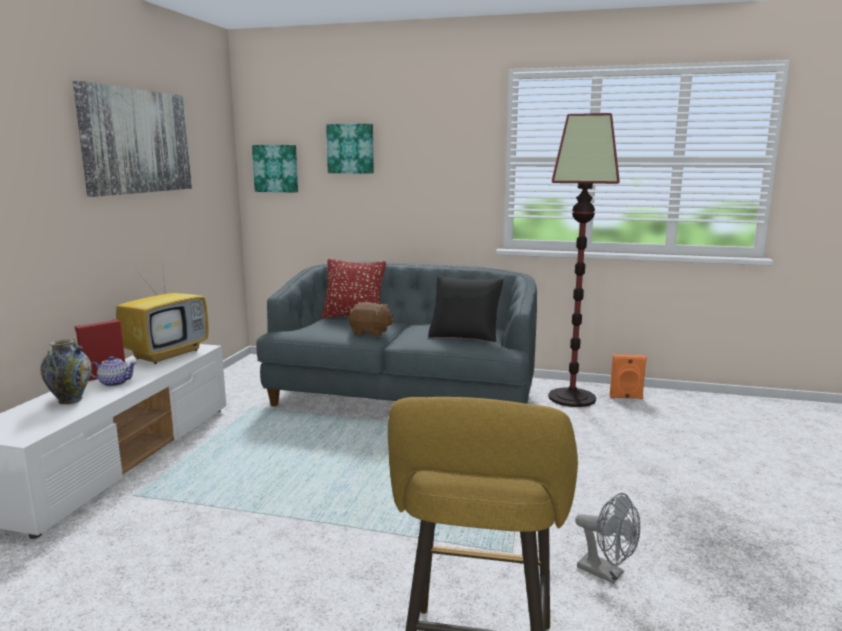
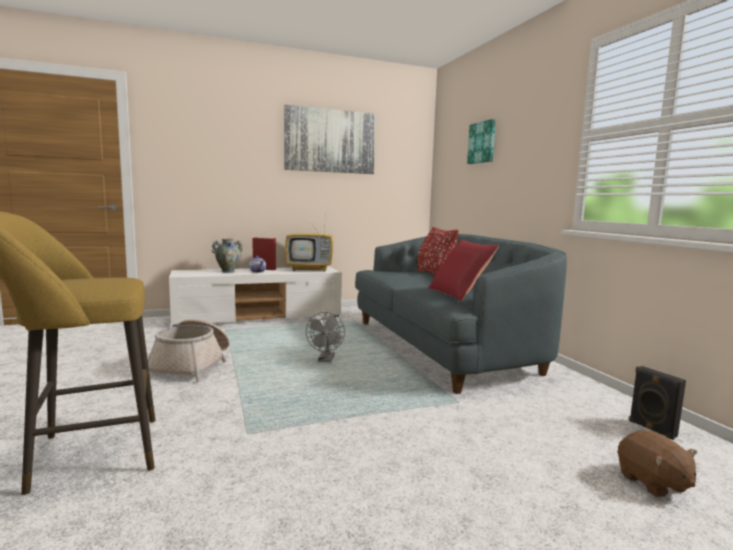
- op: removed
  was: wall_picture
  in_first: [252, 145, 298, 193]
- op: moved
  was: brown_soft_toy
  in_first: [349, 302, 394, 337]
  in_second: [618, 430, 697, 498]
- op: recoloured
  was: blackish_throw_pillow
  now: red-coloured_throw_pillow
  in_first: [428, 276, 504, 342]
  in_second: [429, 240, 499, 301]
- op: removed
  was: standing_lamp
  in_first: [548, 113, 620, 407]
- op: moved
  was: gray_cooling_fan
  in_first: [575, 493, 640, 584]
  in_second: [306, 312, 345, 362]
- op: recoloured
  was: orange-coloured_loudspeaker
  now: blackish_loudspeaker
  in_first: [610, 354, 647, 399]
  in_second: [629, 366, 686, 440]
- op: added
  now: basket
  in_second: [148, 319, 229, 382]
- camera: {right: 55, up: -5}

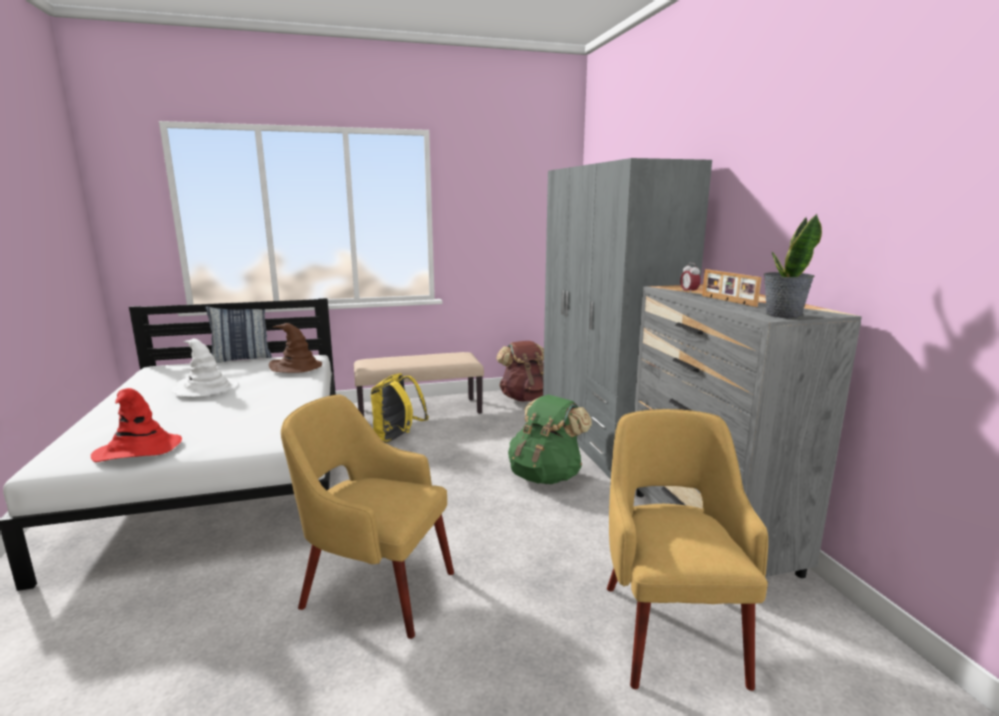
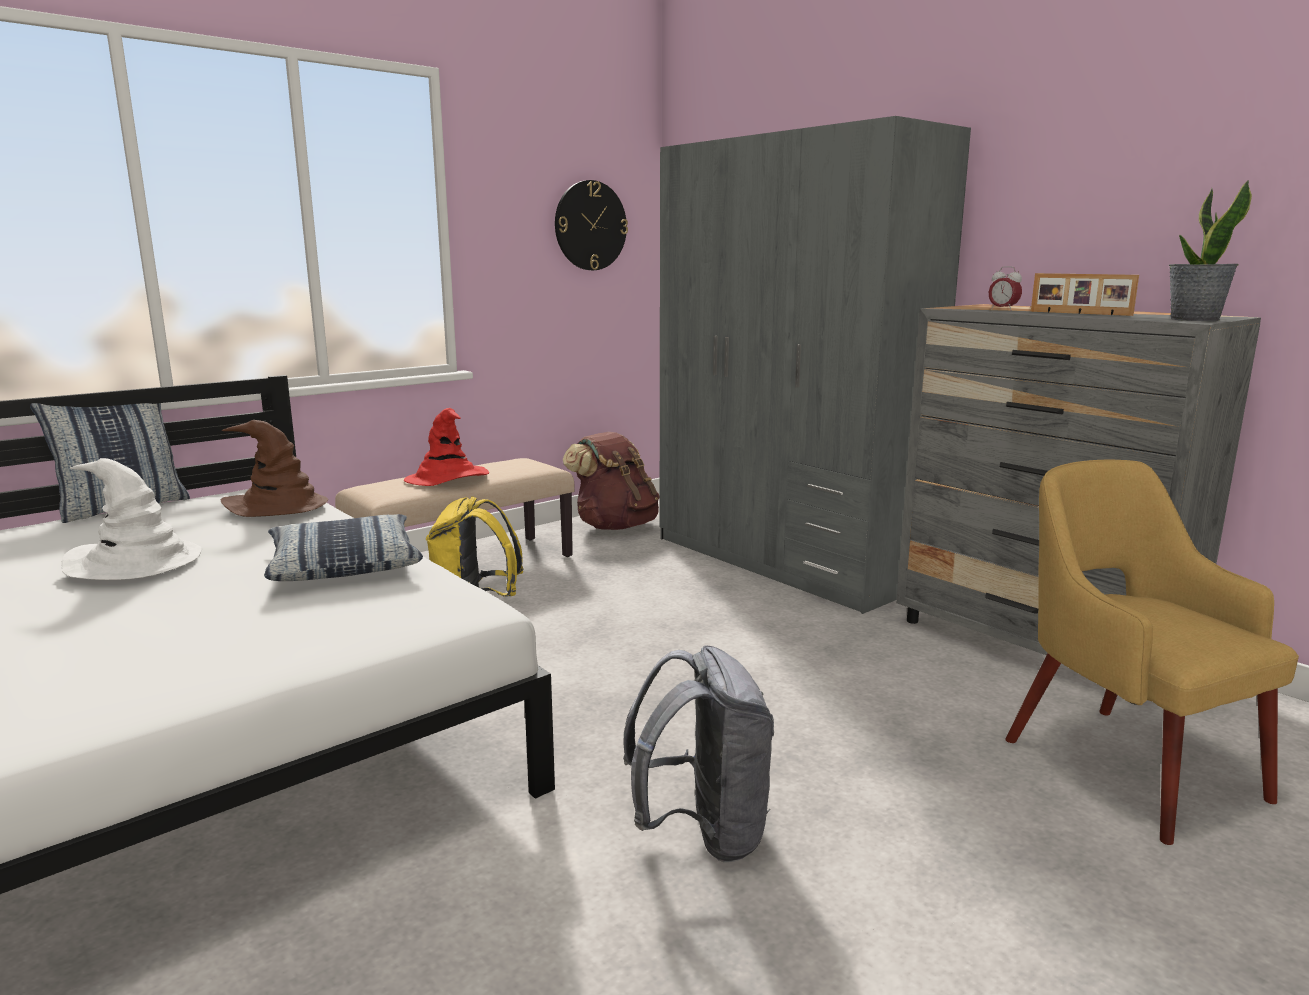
- op: moved
  was: red-coloured_hat
  in_first: [91, 388, 182, 462]
  in_second: [404, 408, 489, 486]
- op: replaced
  was: yellow-coloured_armchair
  now: gray_backpack
  in_first: [281, 394, 454, 639]
  in_second: [623, 645, 774, 862]
- op: removed
  was: green-coloured_backpack
  in_first: [508, 395, 592, 484]
- op: added
  now: throw_pillow
  in_second: [264, 514, 423, 581]
- op: added
  now: clock_on_the_wall
  in_second: [555, 180, 628, 270]
- camera: {right: -25, up: 0}

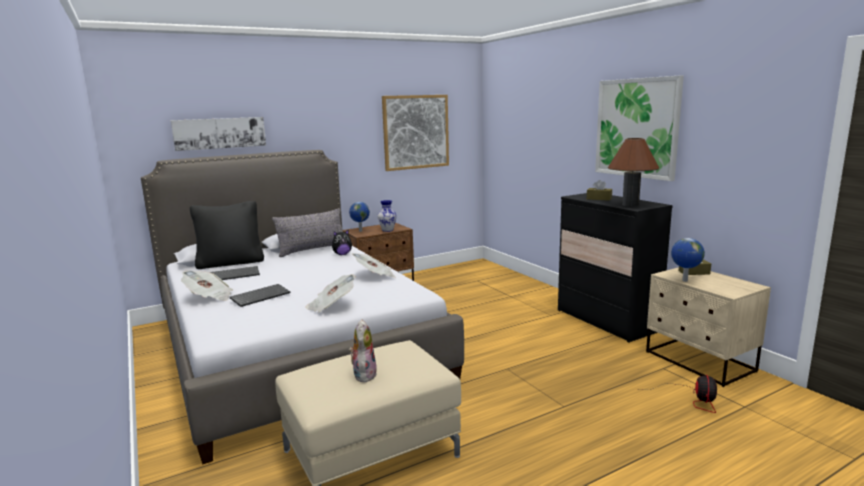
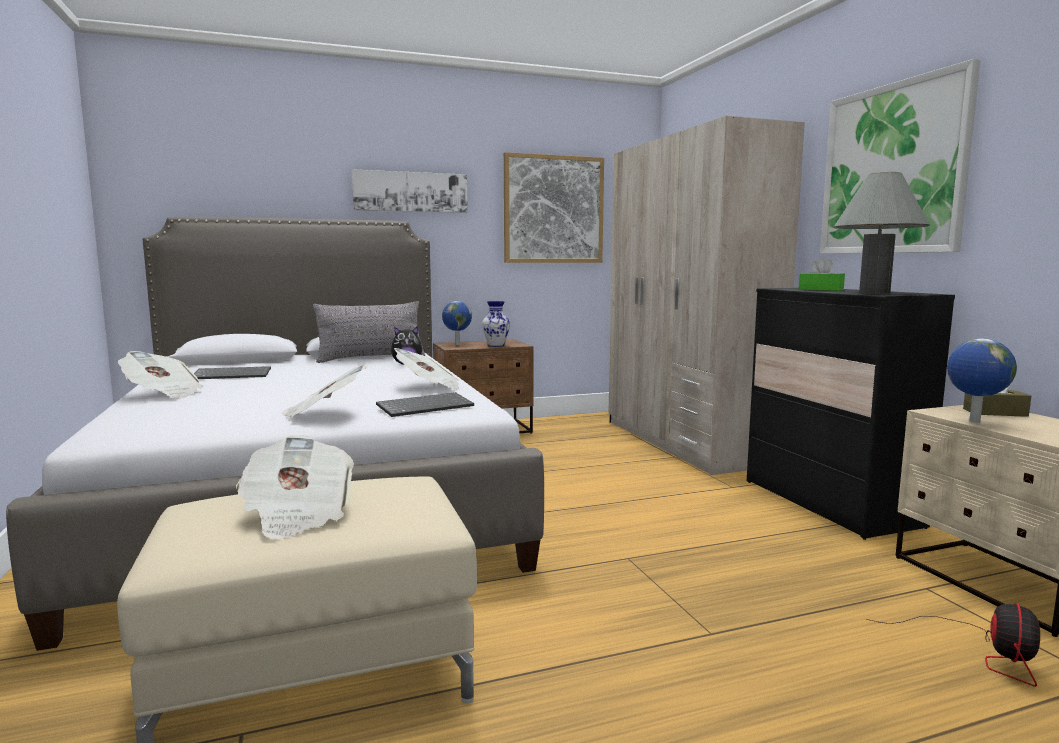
- op: moved
  was: wall_picture
  in_first: [171, 117, 266, 151]
  in_second: [352, 169, 468, 213]
- op: removed
  was: blackish_throw_pillow
  in_first: [190, 201, 264, 269]
- op: moved
  was: PC_keyboard
  in_first: [230, 284, 290, 307]
  in_second: [376, 392, 474, 417]
- op: replaced
  was: soft_toy
  now: newspaper
  in_first: [349, 319, 377, 382]
  in_second: [236, 435, 354, 539]
- op: recoloured
  was: brown_box_of_tissues
  now: green-coloured_box_of_tissues
  in_first: [587, 180, 612, 201]
  in_second: [798, 257, 845, 291]
- op: recoloured
  was: brown_tabletop_lamp
  now: gray_tabletop_lamp
  in_first: [608, 138, 659, 207]
  in_second: [834, 172, 930, 294]
- op: added
  now: beige_wardrobe
  in_second: [608, 116, 805, 475]
- camera: {right: 10, up: -5}

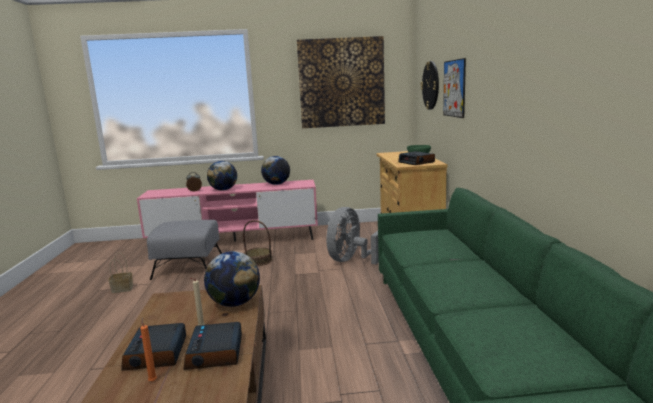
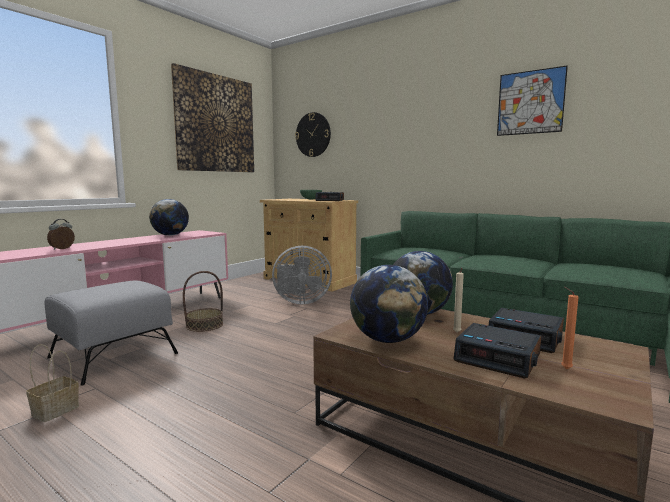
- op: moved
  was: globe
  in_first: [207, 161, 237, 191]
  in_second: [350, 265, 428, 343]
- op: turned
  was: gray_cooling_fan
  in_first: [326, 207, 379, 264]
  in_second: [272, 246, 332, 304]
  clockwise: -75
- op: moved
  was: wall_picture
  in_first: [443, 58, 466, 118]
  in_second: [497, 65, 568, 136]
- camera: {right: -50, up: -5}

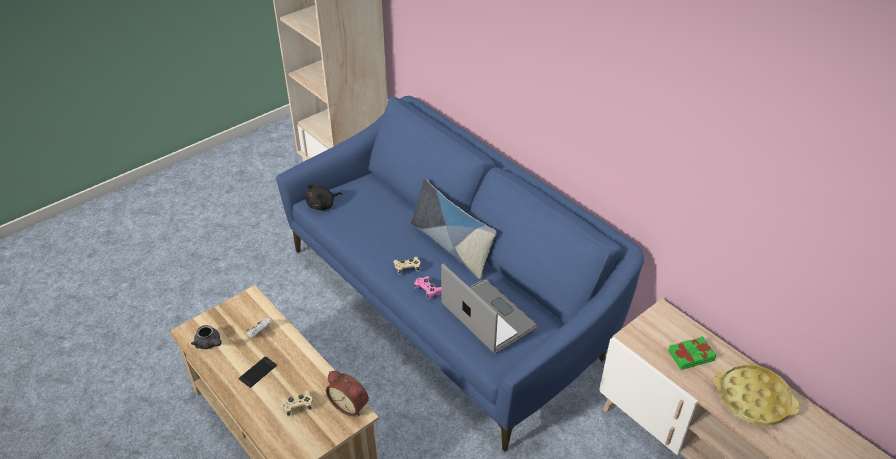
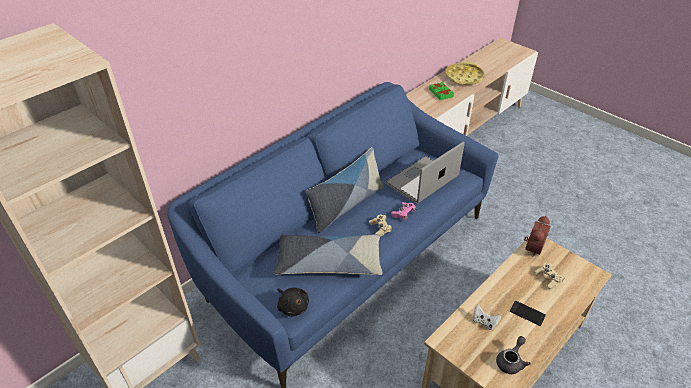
- op: added
  now: throw_pillow
  in_second: [274, 234, 383, 275]
- camera: {right: -95, up: 0}

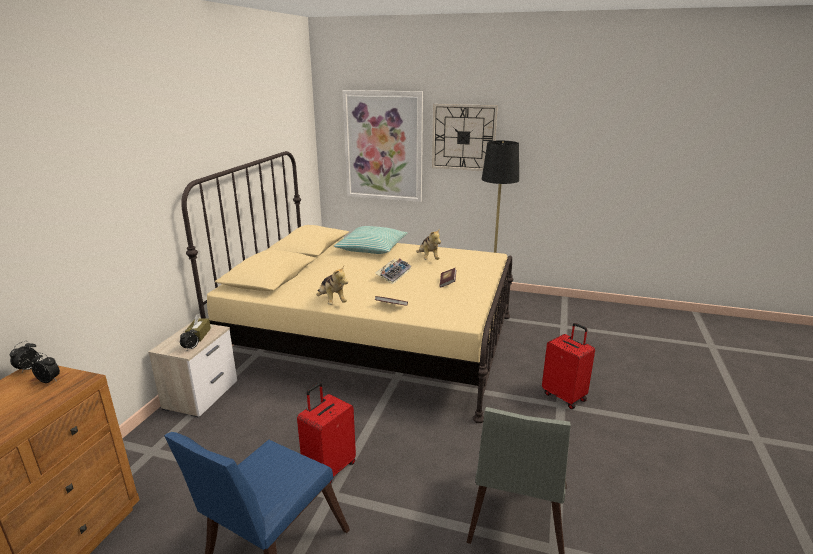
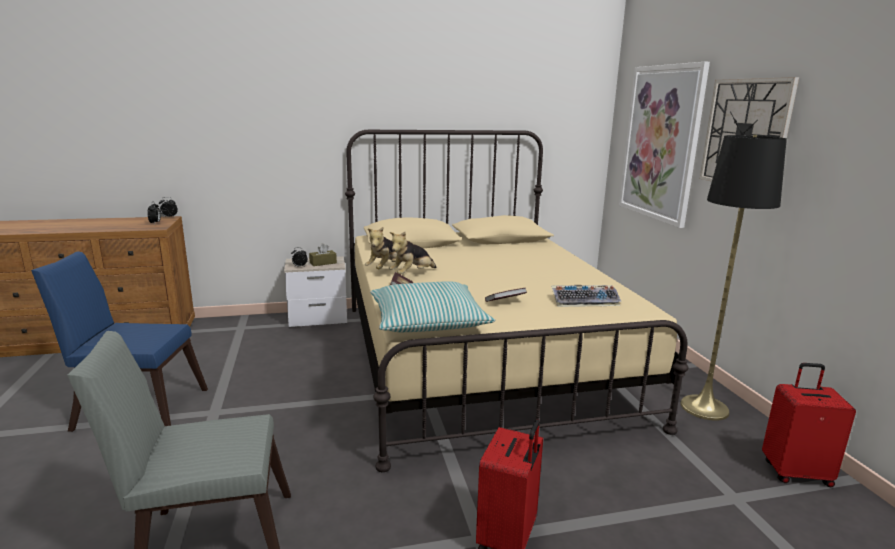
- op: moved
  was: red-coloured_travel_case
  in_first: [297, 383, 356, 483]
  in_second: [762, 363, 856, 487]
- op: moved
  was: throw_pillow
  in_first: [334, 226, 407, 254]
  in_second: [370, 281, 495, 332]
- op: moved
  was: PC_keyboard
  in_first: [375, 259, 411, 284]
  in_second: [551, 285, 622, 307]
- op: moved
  was: soft_toy
  in_first: [416, 228, 441, 260]
  in_second: [389, 232, 437, 275]
- camera: {right: 60, up: -5}

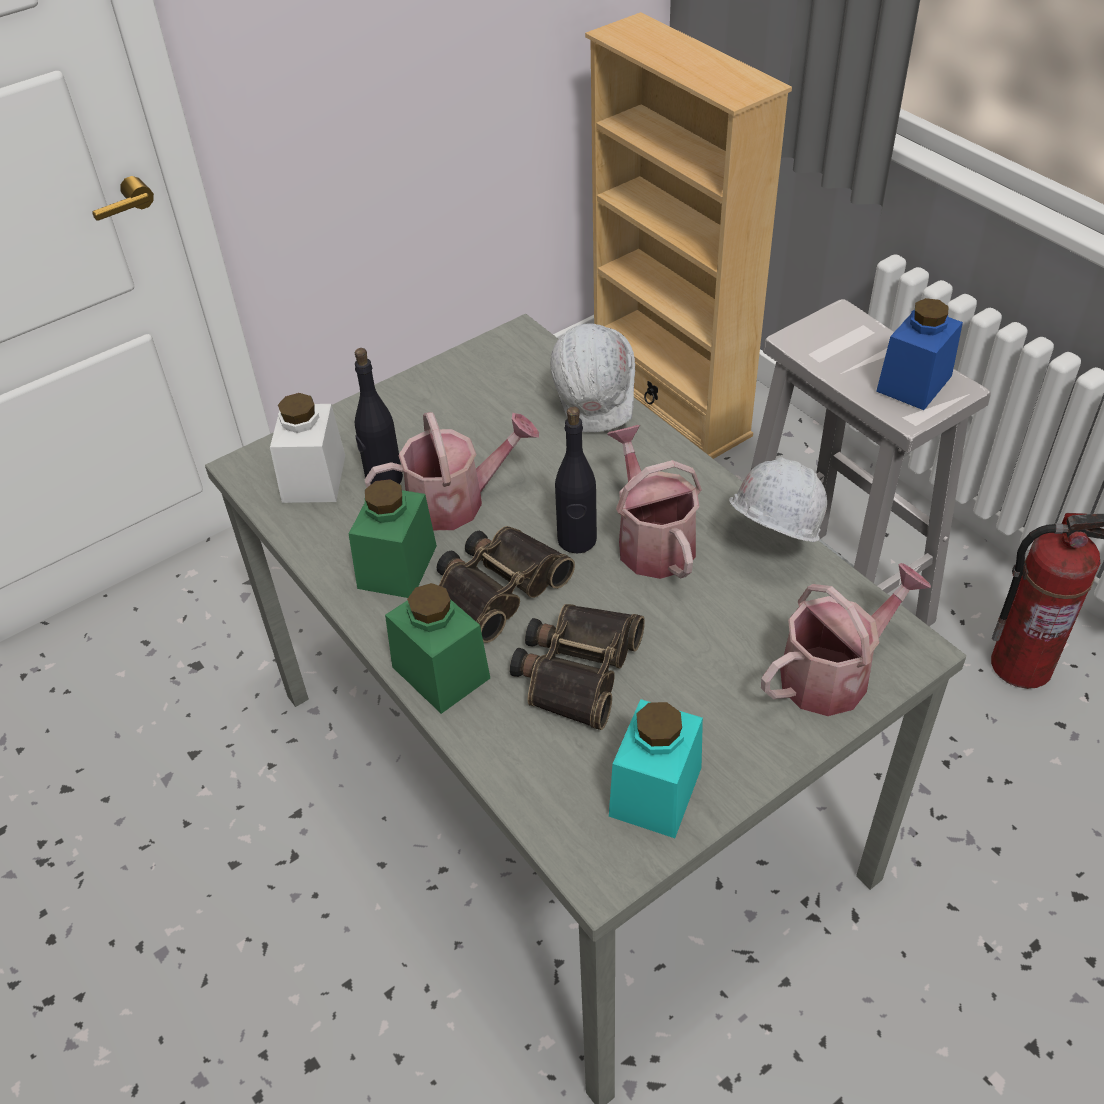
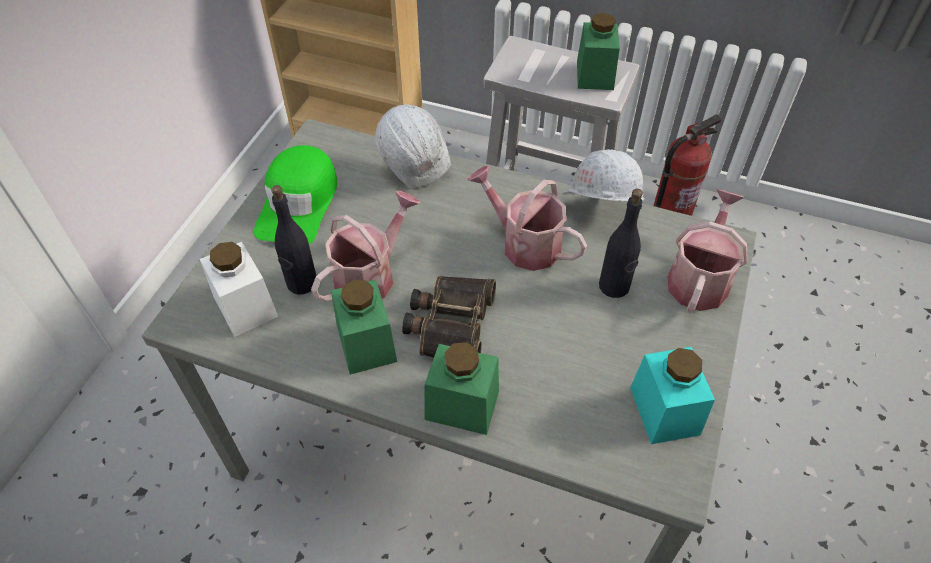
- op: removed
  was: binoculars
  in_first: [510, 604, 645, 730]
- op: moved
  was: blackish_bottle
  in_first: [555, 406, 597, 553]
  in_second: [599, 189, 643, 298]
- op: recoloured
  was: bluish_jar
  now: green-coloured_jar
  in_first: [876, 298, 963, 410]
  in_second: [577, 13, 620, 90]
- op: added
  now: green-coloured_cap
  in_second: [254, 145, 337, 245]
- camera: {right: -35, up: 5}

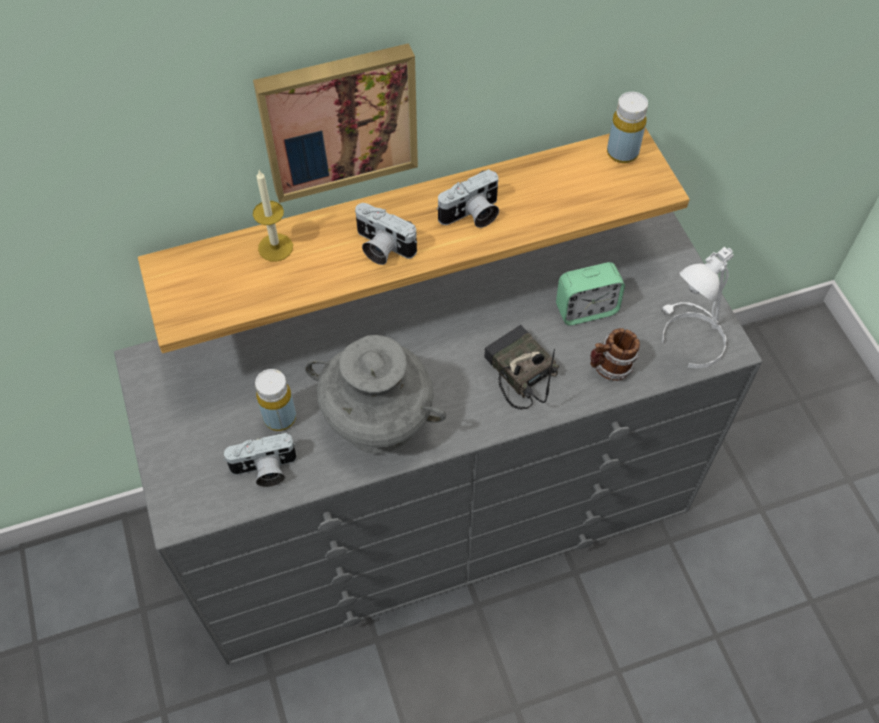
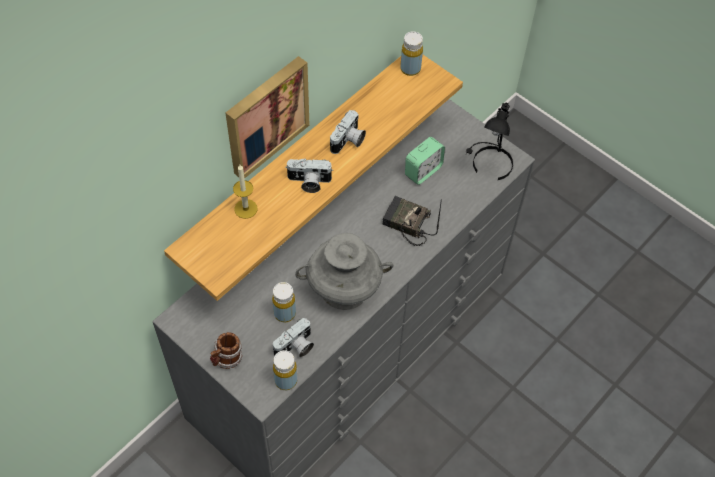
- op: moved
  was: coffee_mug
  in_first: [590, 328, 640, 381]
  in_second: [210, 332, 243, 369]
- op: recoloured
  was: white-coloured_tabletop_lamp
  now: blackish_tabletop_lamp
  in_first: [661, 247, 734, 369]
  in_second: [465, 103, 513, 180]
- op: added
  now: yellow-coloured_bottle
  in_second: [273, 350, 297, 390]
- camera: {right: -30, up: 0}

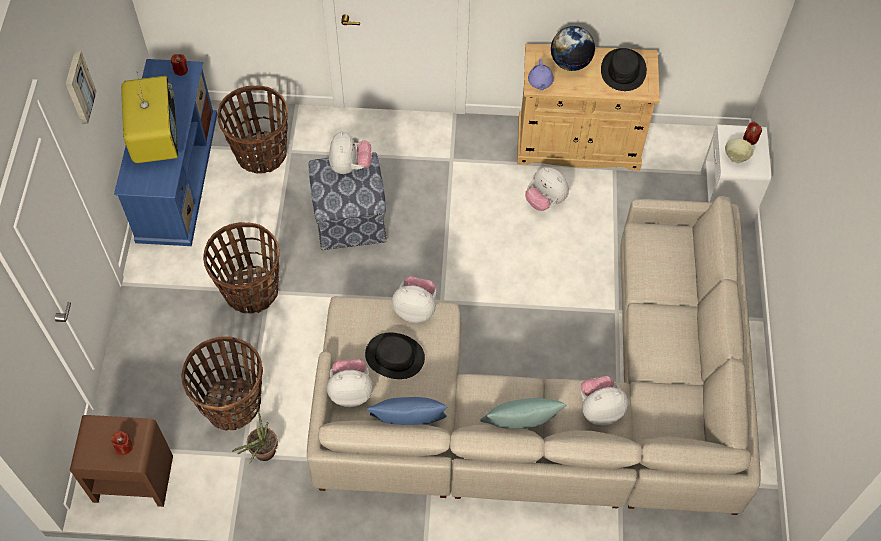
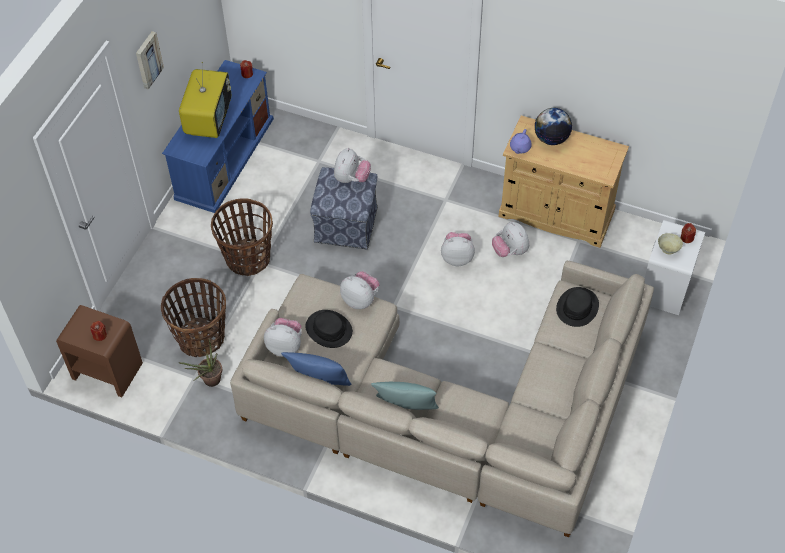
- op: removed
  was: basket
  in_first: [217, 85, 288, 174]
- op: moved
  was: soft_toy
  in_first: [581, 376, 628, 426]
  in_second: [441, 232, 475, 266]
- op: moved
  was: blackish_hat
  in_first: [601, 48, 647, 91]
  in_second: [556, 287, 599, 327]
- camera: {right: 20, up: -5}

